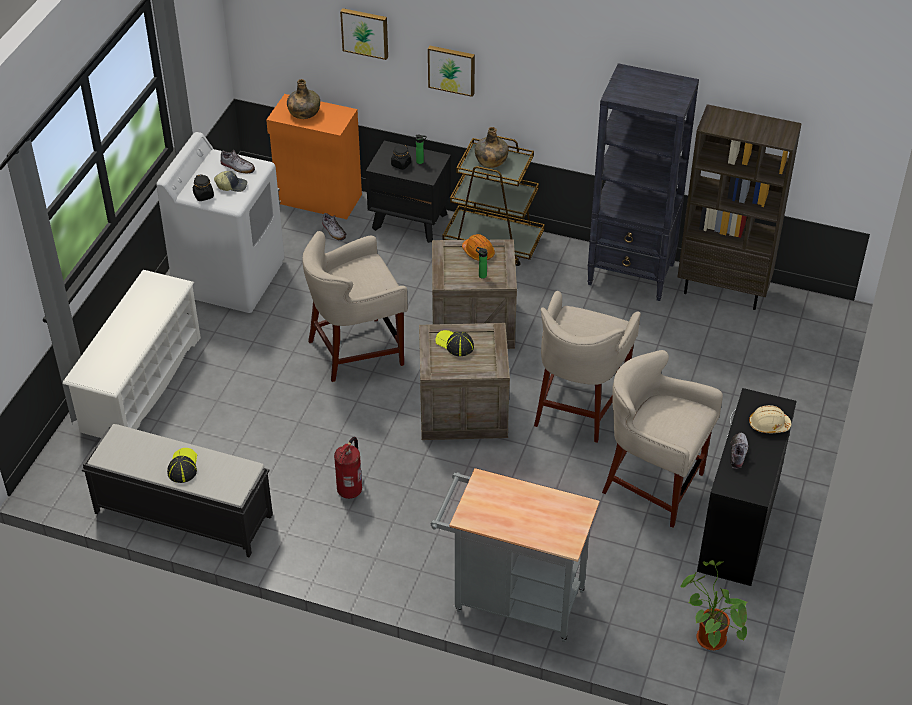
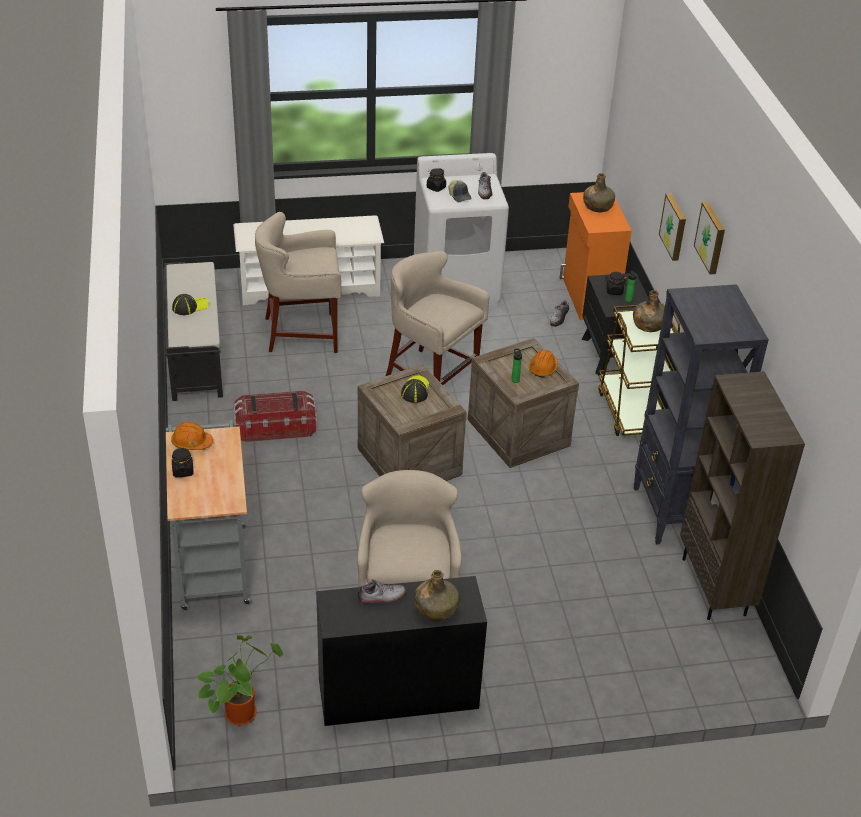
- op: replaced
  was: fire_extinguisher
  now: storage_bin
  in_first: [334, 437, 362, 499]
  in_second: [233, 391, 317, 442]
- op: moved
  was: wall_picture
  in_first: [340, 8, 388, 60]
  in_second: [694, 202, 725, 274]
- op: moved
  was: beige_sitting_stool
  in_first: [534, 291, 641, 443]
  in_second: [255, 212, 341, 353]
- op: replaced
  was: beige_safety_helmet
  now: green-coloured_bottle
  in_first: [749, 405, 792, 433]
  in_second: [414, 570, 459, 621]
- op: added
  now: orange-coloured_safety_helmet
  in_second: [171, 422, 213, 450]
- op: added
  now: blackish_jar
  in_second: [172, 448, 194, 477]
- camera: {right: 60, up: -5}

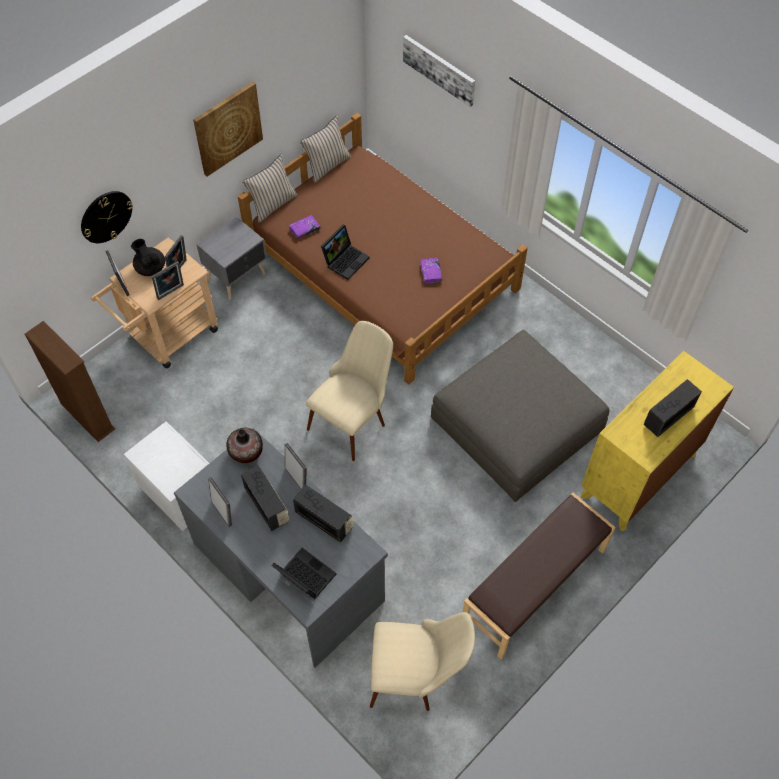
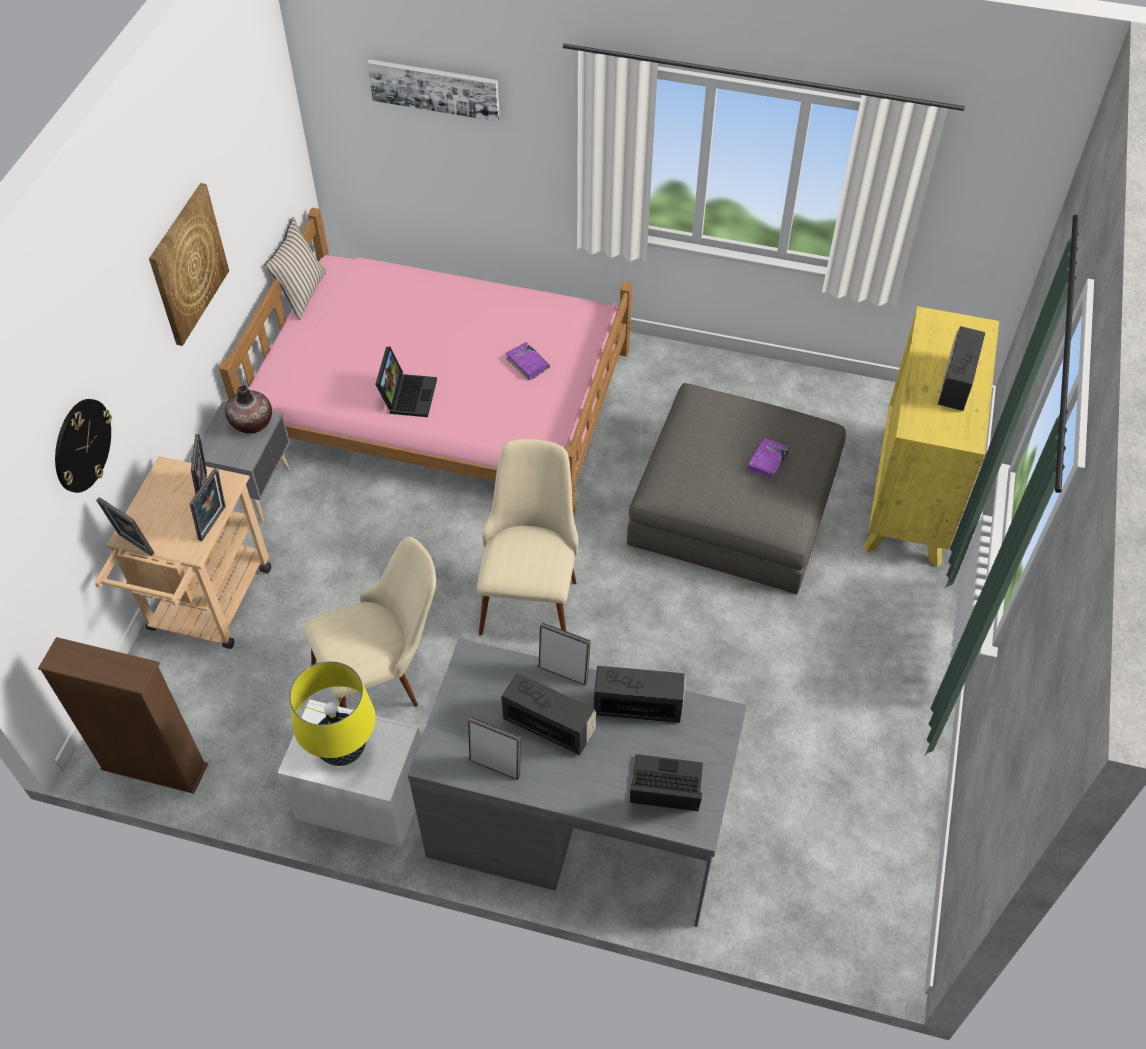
- op: removed
  was: blackish_teapot
  in_first: [131, 239, 165, 276]
- op: moved
  was: vase
  in_first: [226, 428, 263, 463]
  in_second: [225, 385, 272, 434]
- op: recoloured
  was: brown_bedroom_bed
  now: pink-coloured_bedroom_bed
  in_first: [238, 113, 528, 385]
  in_second: [219, 208, 633, 517]
- op: removed
  was: beige_throw_pillow
  in_first: [242, 154, 298, 223]
- op: moved
  was: purple-coloured_book
  in_first: [289, 215, 321, 239]
  in_second: [747, 438, 790, 479]
- op: moved
  was: beige_chair
  in_first: [370, 612, 475, 711]
  in_second: [303, 536, 436, 708]
- op: removed
  was: brown_long_seat
  in_first: [463, 493, 616, 660]
- op: added
  now: yellow-coloured_tabletop_lamp
  in_second: [289, 661, 376, 766]
- camera: {right: -30, up: -5}

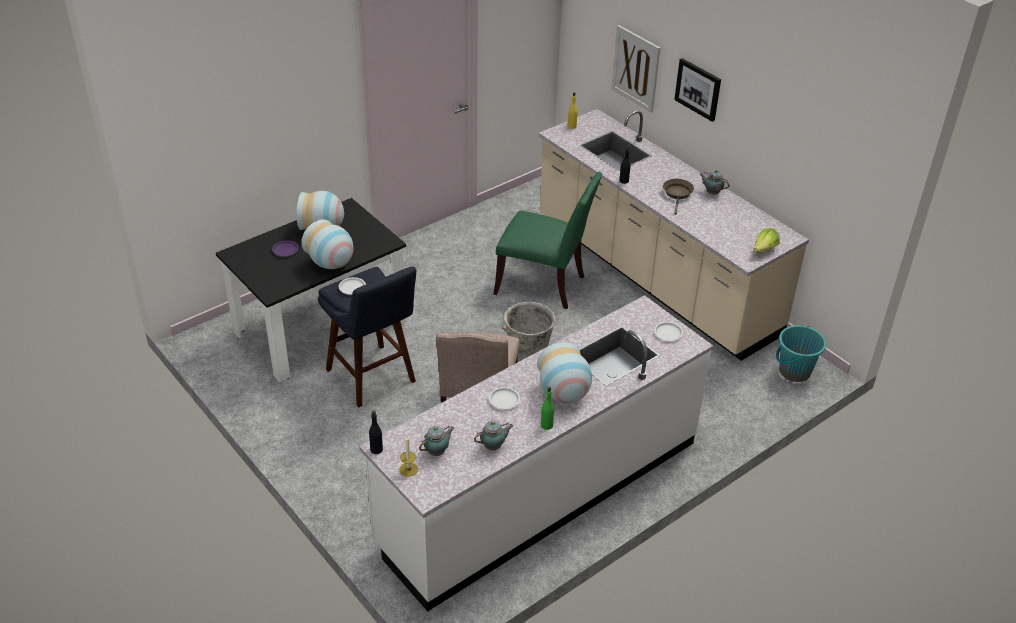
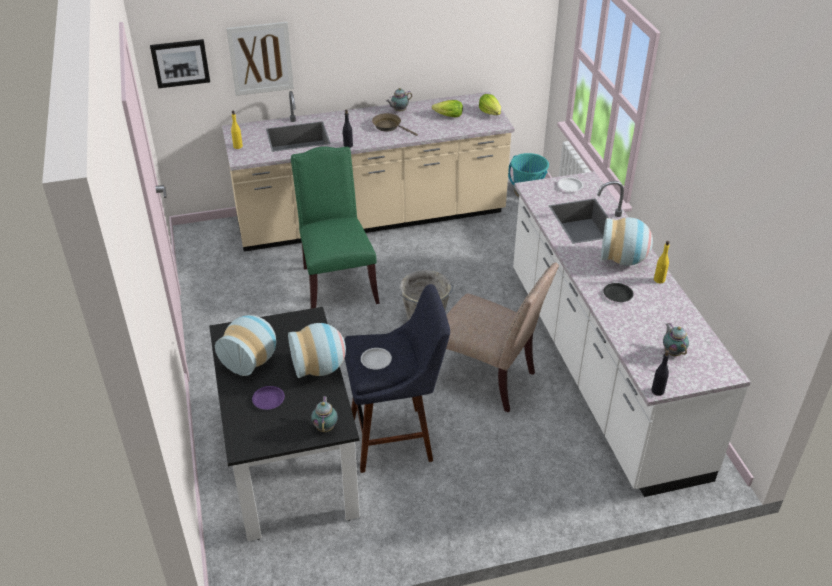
- op: removed
  was: wax_candle
  in_first: [400, 436, 418, 477]
- op: moved
  was: teapot
  in_first: [474, 421, 513, 450]
  in_second: [311, 396, 338, 432]
- op: recoloured
  was: white-coloured_plate
  now: blackish_plate
  in_first: [489, 387, 520, 409]
  in_second: [603, 283, 634, 302]
- op: turned
  was: green-coloured_chair
  in_first: [493, 172, 603, 309]
  in_second: [291, 146, 380, 309]
  clockwise: -60
- op: recoloured
  was: green-coloured_bottle
  now: yellow-coloured_bottle
  in_first: [541, 387, 554, 430]
  in_second: [654, 241, 669, 283]
- op: moved
  was: wall_picture
  in_first: [674, 58, 721, 122]
  in_second: [150, 39, 210, 88]
- op: added
  now: lettuce_head
  in_second: [432, 100, 463, 118]
- camera: {right: -65, up: 0}

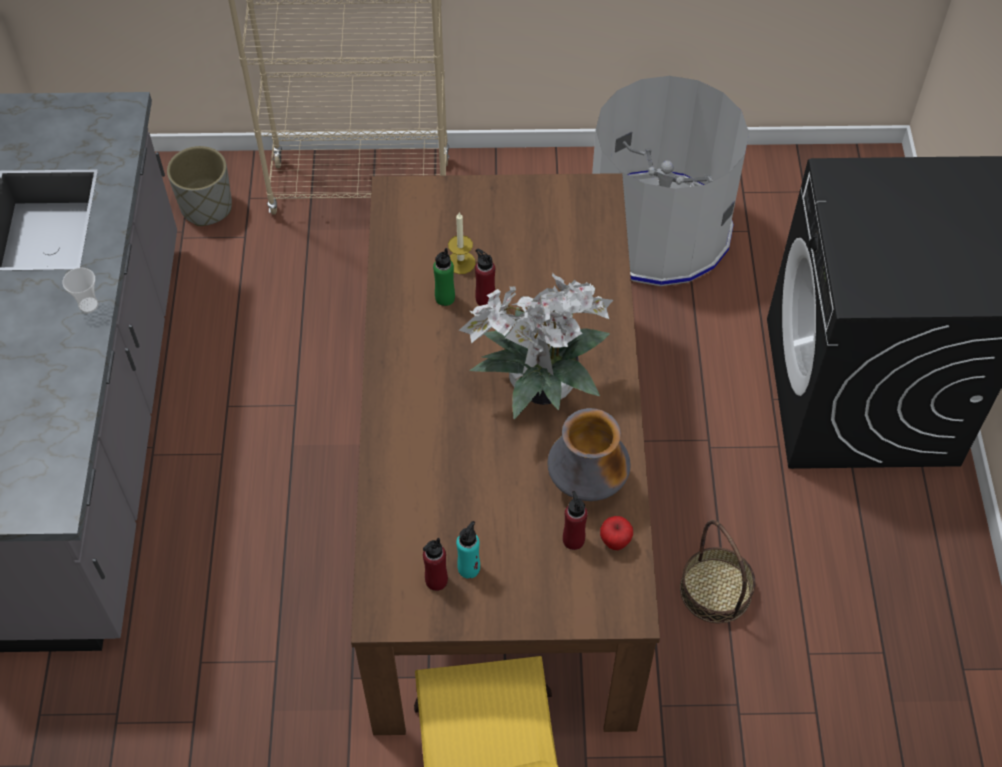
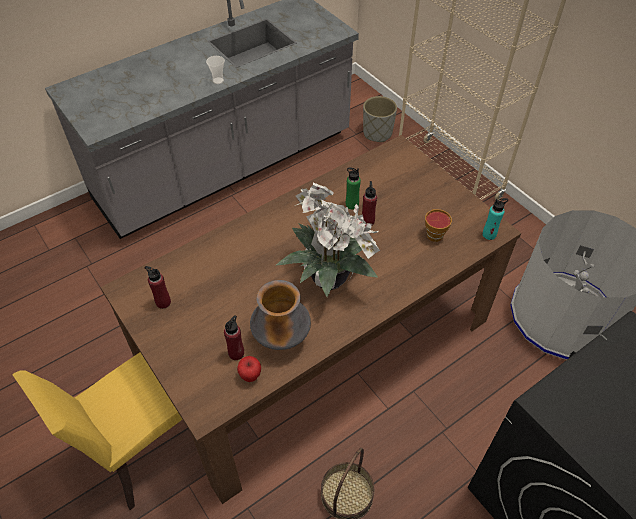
- op: removed
  was: wax_candle
  in_first: [448, 212, 475, 274]
- op: moved
  was: turquoise-coloured_bottle
  in_first: [456, 521, 480, 579]
  in_second: [482, 198, 508, 240]
- op: added
  now: cup
  in_second: [425, 209, 452, 242]
- camera: {right: 55, up: -5}

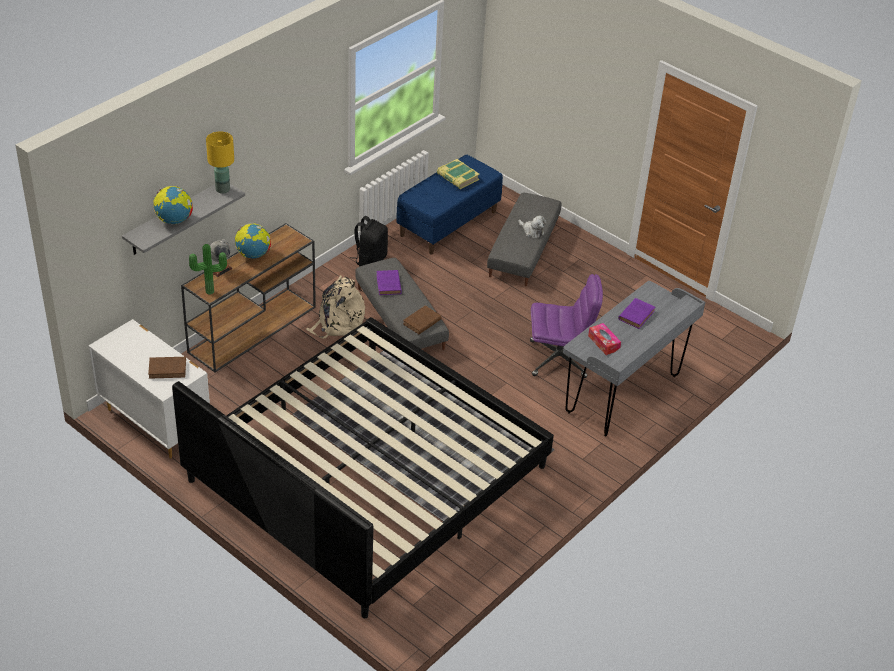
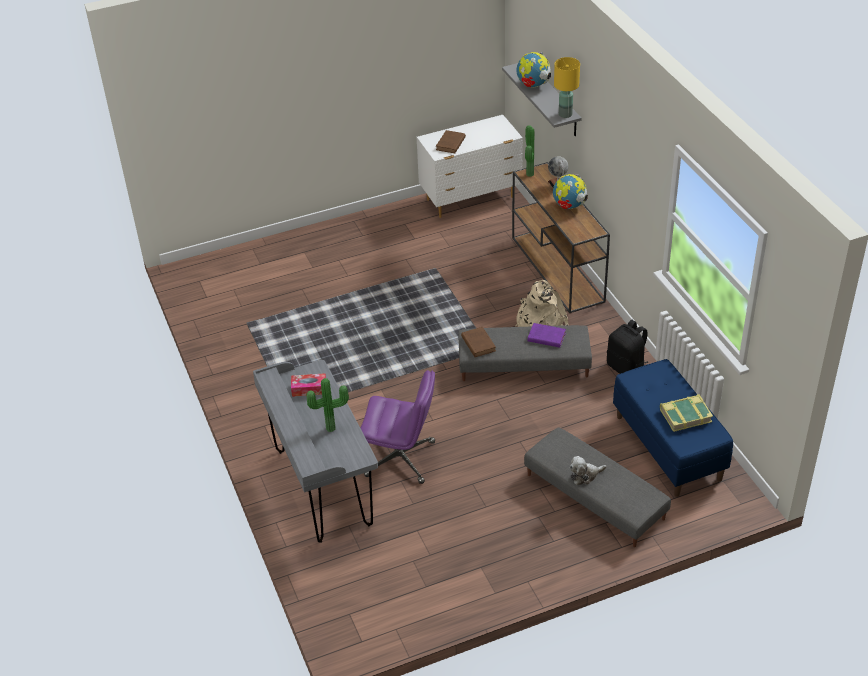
- op: removed
  was: bedroom_bed
  in_first: [172, 317, 554, 618]
- op: turned
  was: purple-coloured_office_chair
  in_first: [530, 274, 603, 378]
  in_second: [361, 370, 435, 484]
  clockwise: -105
- op: replaced
  was: purple-coloured_book
  now: potted_plant
  in_first: [618, 298, 655, 329]
  in_second: [307, 378, 349, 432]
- camera: {right: 120, up: 0}

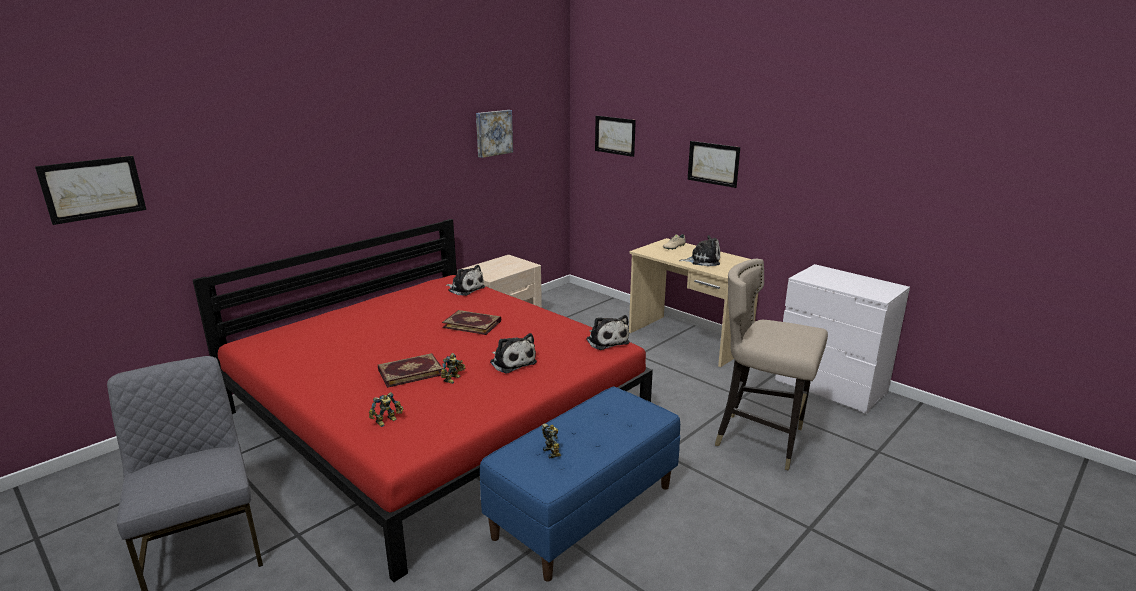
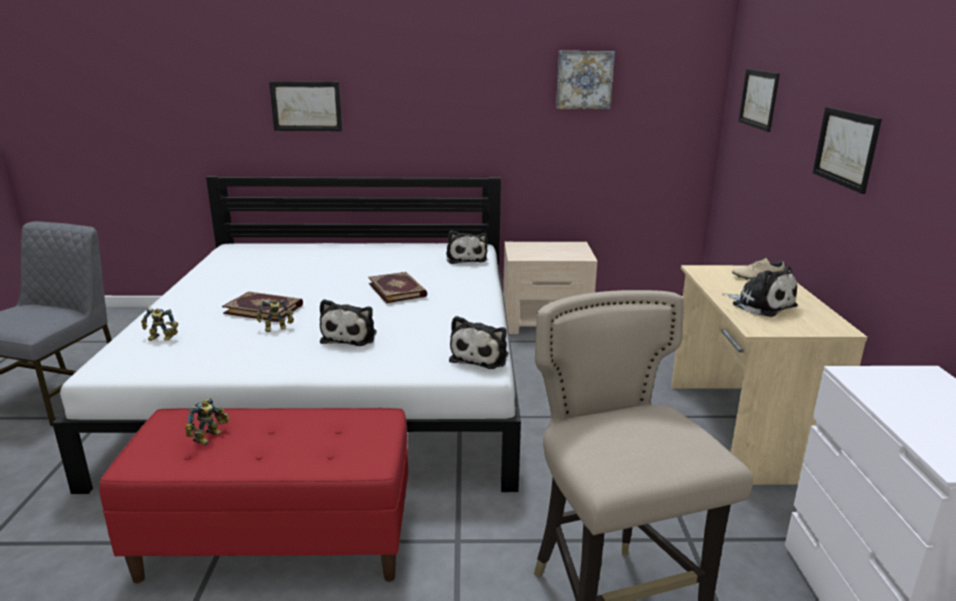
- op: moved
  was: wall_picture
  in_first: [35, 156, 146, 225]
  in_second: [269, 81, 342, 131]
- op: recoloured
  was: red-coloured_bedroom_bed
  now: white-coloured_bedroom_bed
  in_first: [192, 219, 653, 582]
  in_second: [52, 176, 521, 494]
- op: recoloured
  was: bluish_long_seat
  now: red-coloured_long_seat
  in_first: [479, 386, 680, 582]
  in_second: [99, 408, 408, 583]
- camera: {right: 45, up: 0}

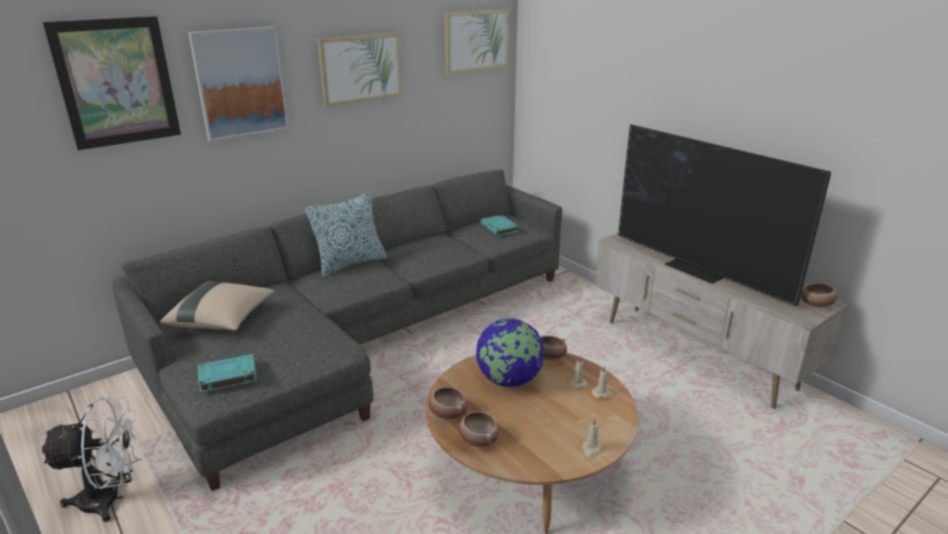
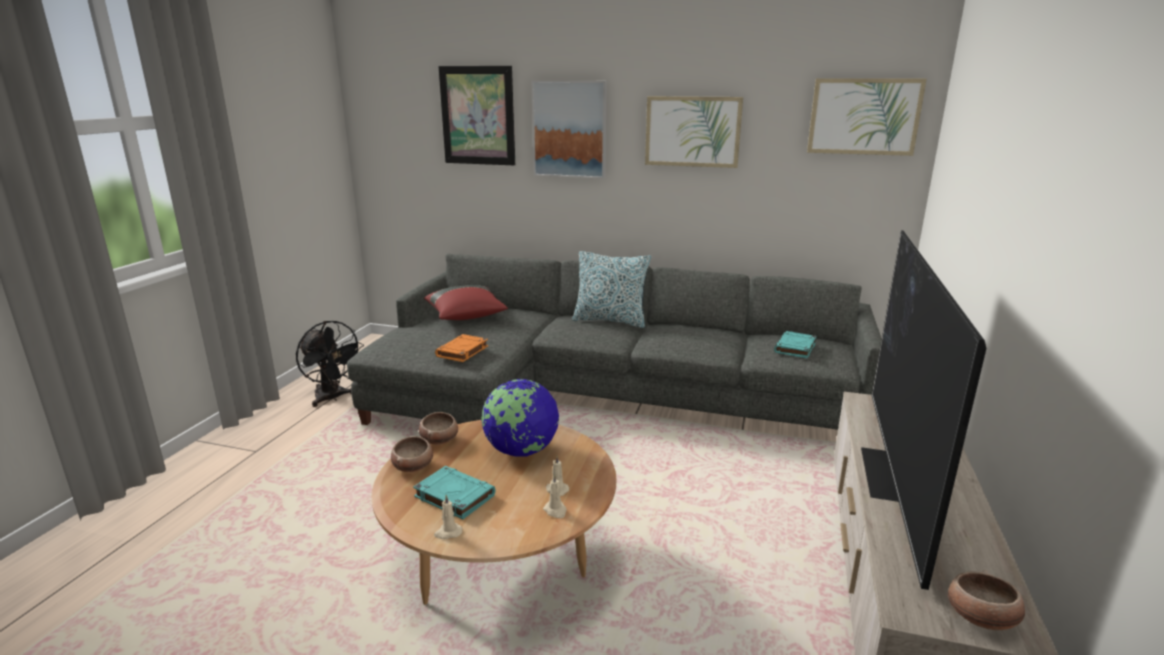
- op: recoloured
  was: white-coloured_cooling_fan
  now: blackish_cooling_fan
  in_first: [41, 397, 139, 522]
  in_second: [296, 321, 364, 407]
- op: recoloured
  was: beige_throw_pillow
  now: red-coloured_throw_pillow
  in_first: [160, 281, 274, 331]
  in_second: [424, 285, 508, 320]
- op: moved
  was: turquoise-coloured_book
  in_first: [198, 354, 257, 393]
  in_second: [413, 466, 496, 519]
- op: removed
  was: bowl
  in_first: [541, 336, 567, 361]
- op: added
  now: orange-coloured_book
  in_second: [435, 334, 488, 362]
- camera: {right: 55, up: -5}

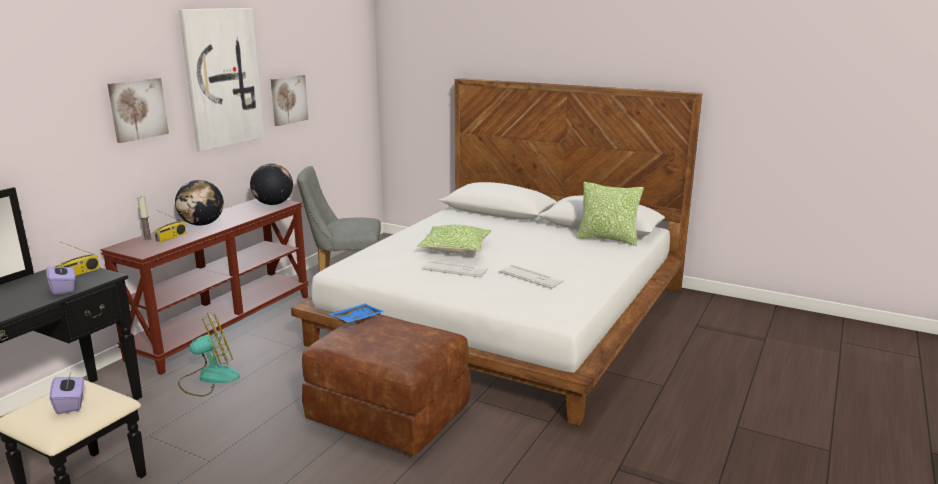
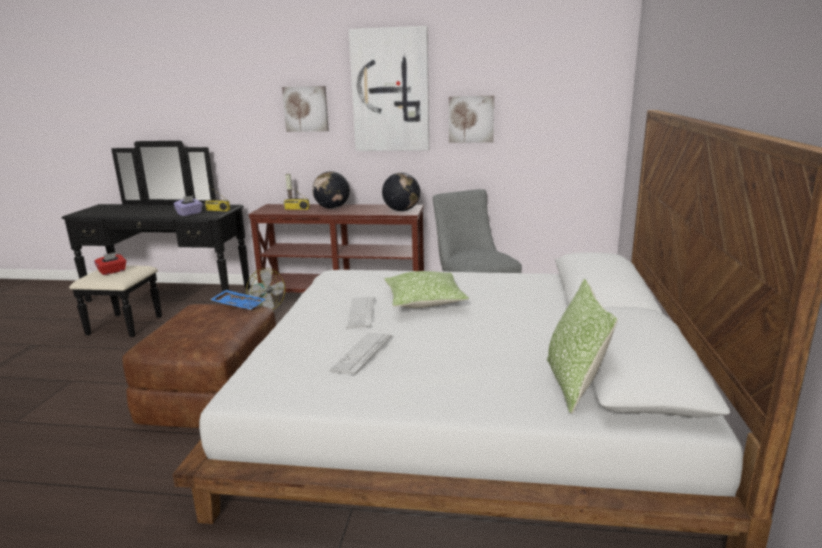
- op: recoloured
  was: purple-coloured_box_of_tissues
  now: red-coloured_box_of_tissues
  in_first: [50, 372, 84, 414]
  in_second: [94, 252, 126, 275]
- camera: {right: 70, up: 0}

